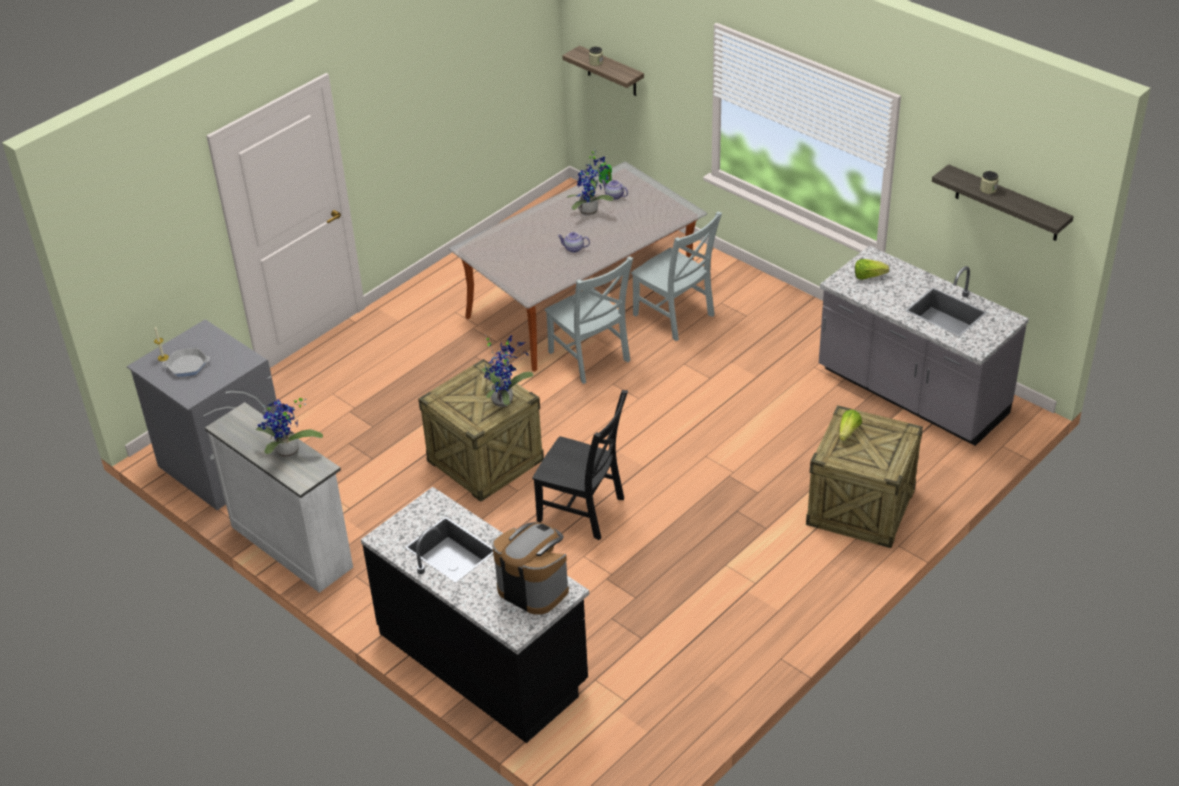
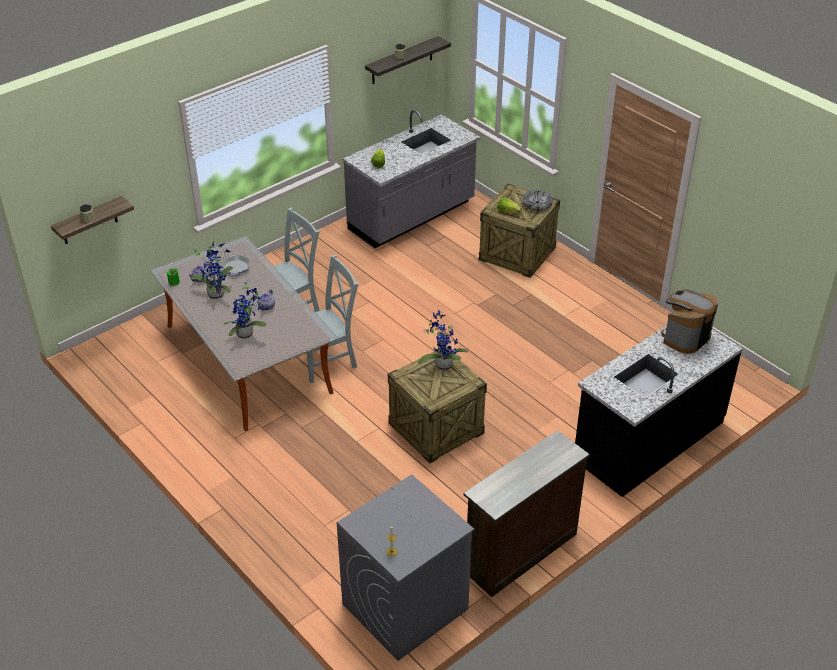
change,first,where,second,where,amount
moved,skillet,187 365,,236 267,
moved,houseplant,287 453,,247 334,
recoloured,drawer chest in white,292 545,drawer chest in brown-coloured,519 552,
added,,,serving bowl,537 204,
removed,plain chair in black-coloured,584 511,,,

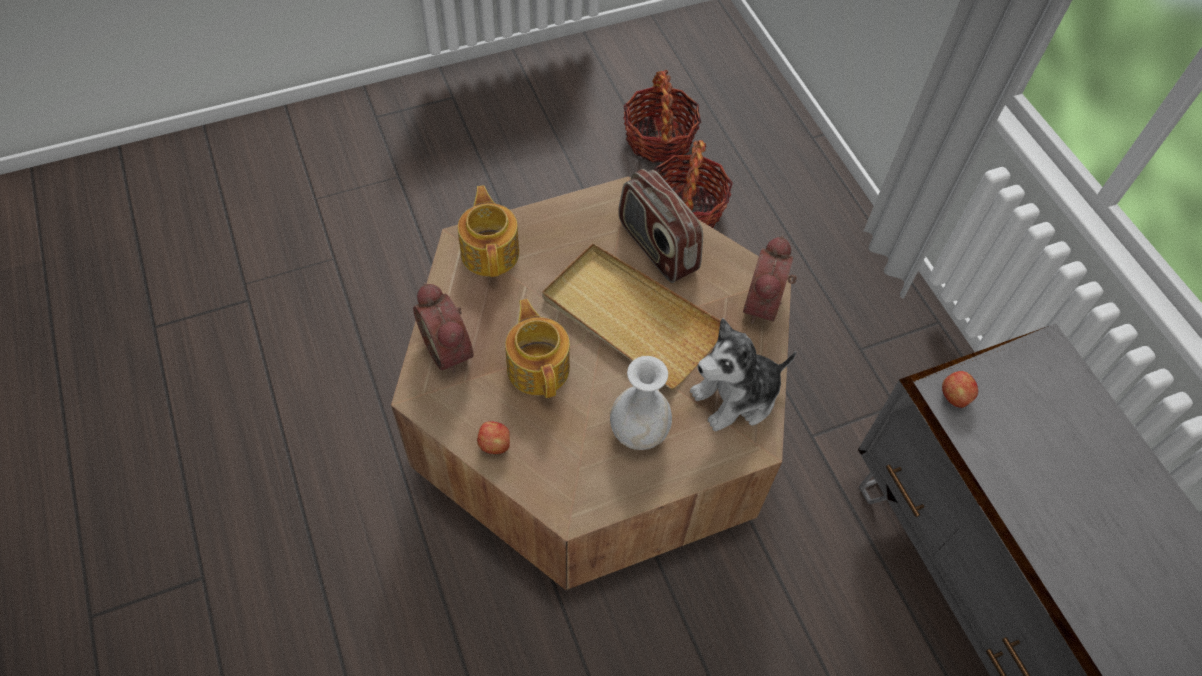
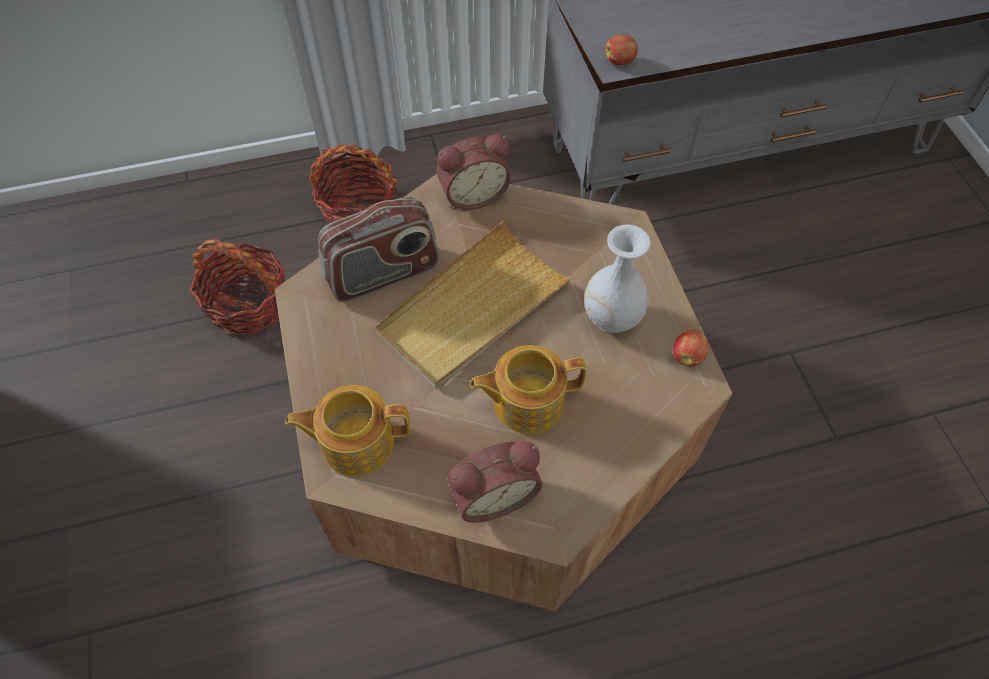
change,first,where,second,where,amount
moved,household basket,659 139,,358 209,
turned,alarm clock,766 305,,473 194,45 degrees counterclockwise
moved,apple fruit,495 445,,687 356,
removed,plush toy,736 397,,,

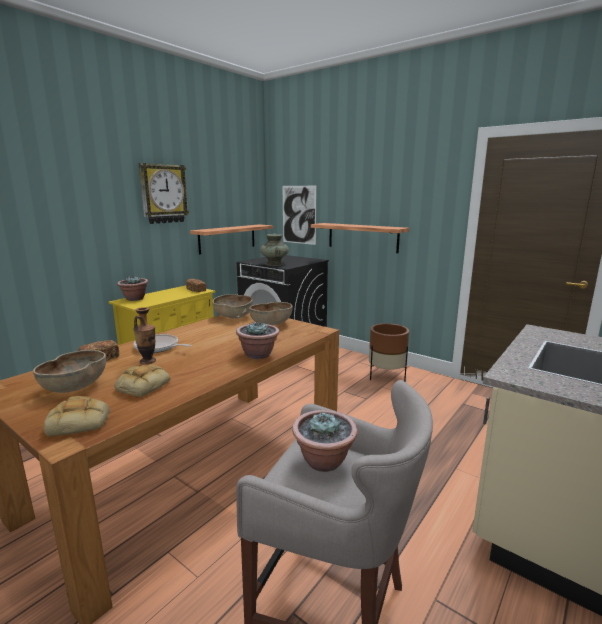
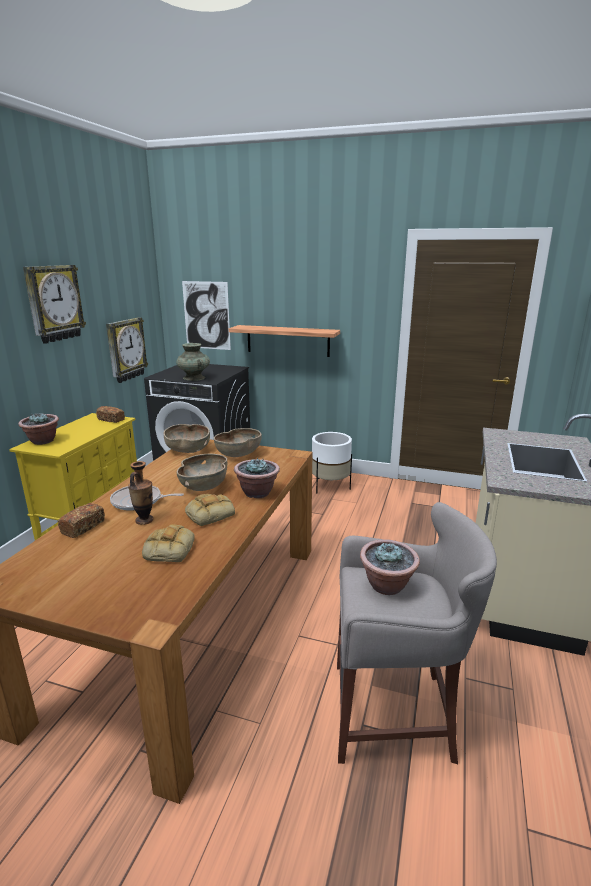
change,first,where,second,where,amount
replaced,wall shelf,227 238,hanging clock,125 349,
moved,serving bowl in brown-coloured,75 387,,204 486,
moved,bread,80 422,,210 514,
recoloured,flower pot in brown-coloured,386 376,flower pot in white,330 487,

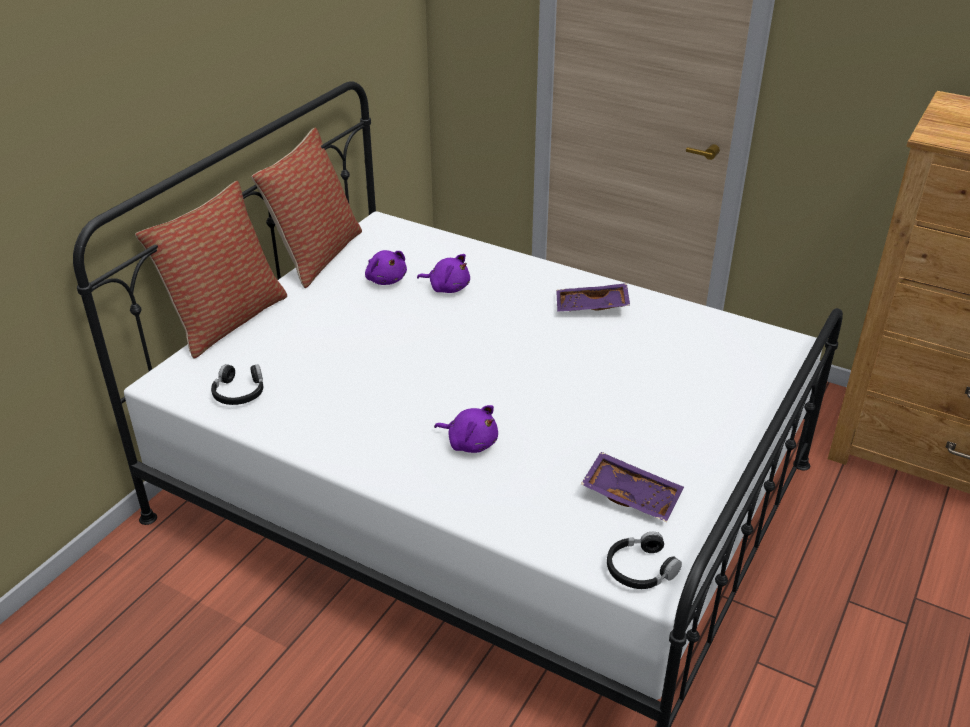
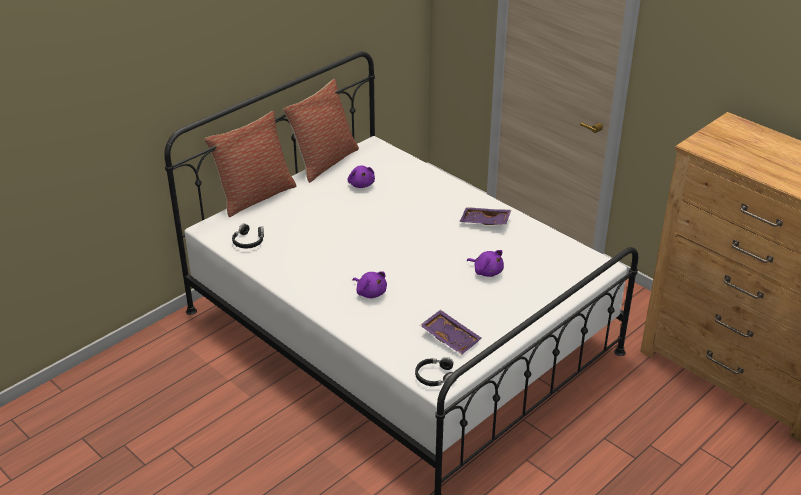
change,first,where,second,where,amount
moved,plush toy in purple-coloured,447 287,,487 271,

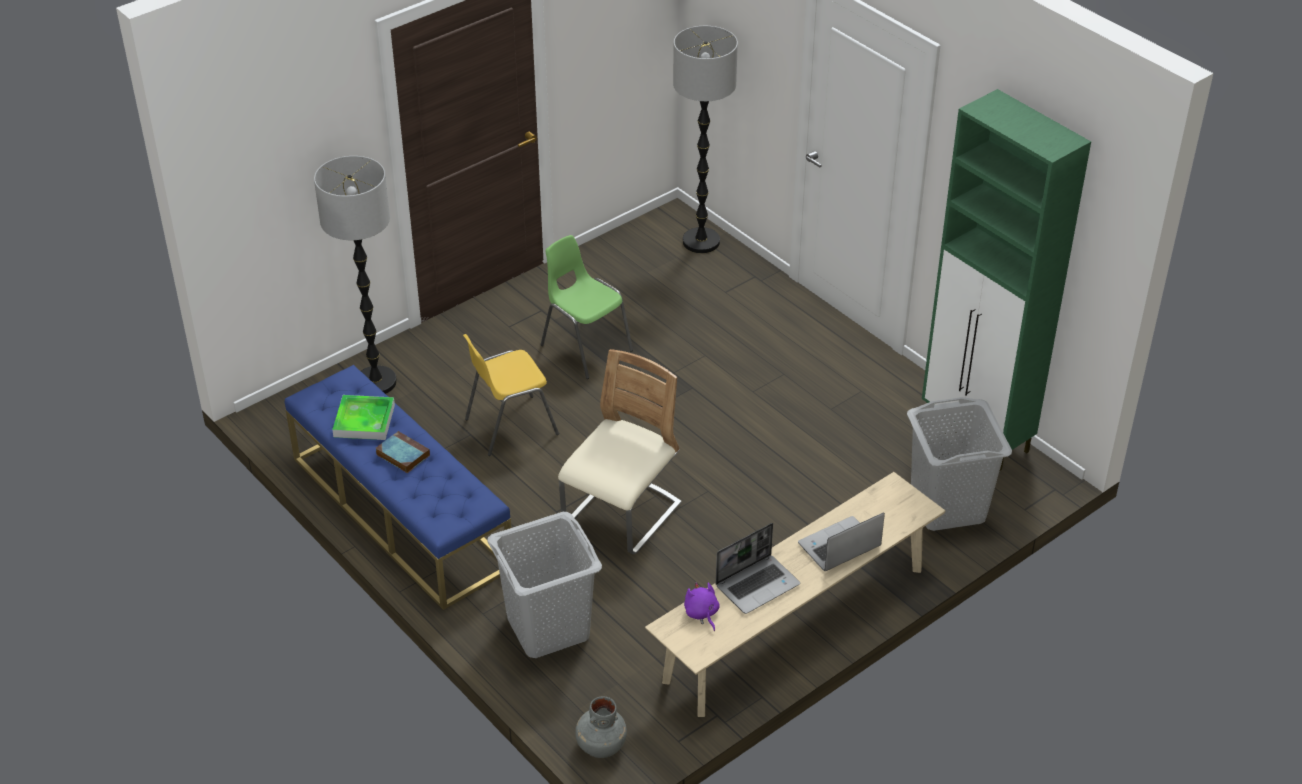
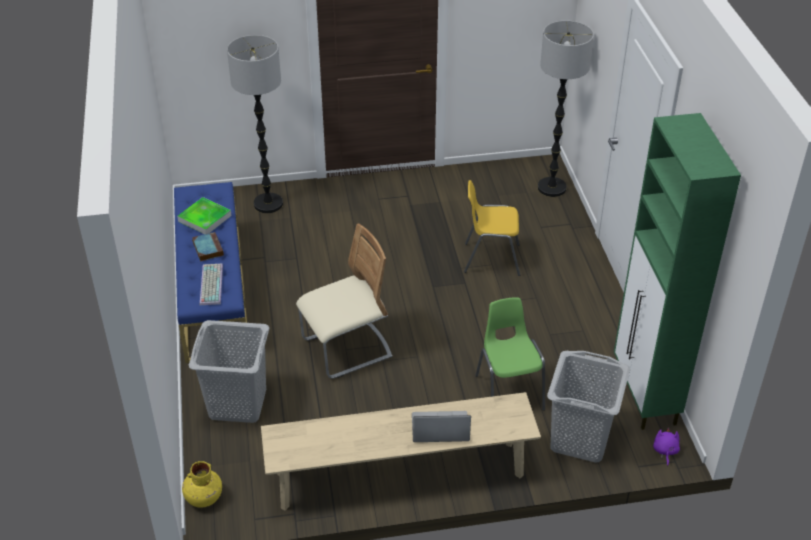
change,first,where,second,where,amount
recoloured,decorative vase in grey,600 745,decorative vase in yellow-coloured,203 497,
added,,,PC keyboard,210 284,
moved,plain chair in yellow-coloured,510 426,,491 259,
moved,plain chair in green-coloured,585 348,,508 392,
moved,plush toy in purple-coloured,702 614,,665 451,
removed,laptop,757 584,,,

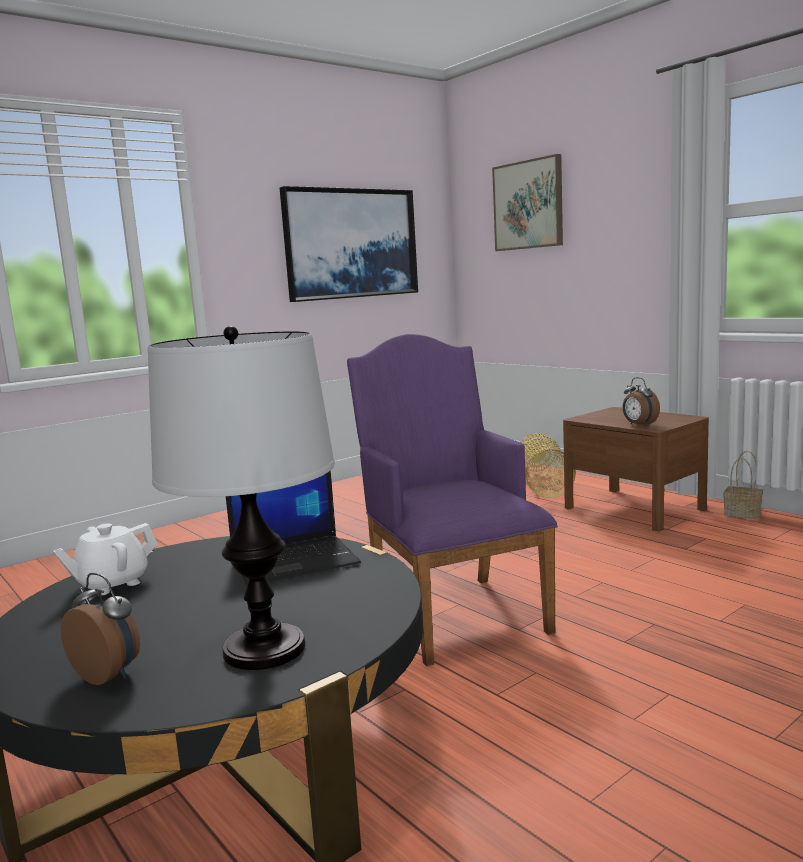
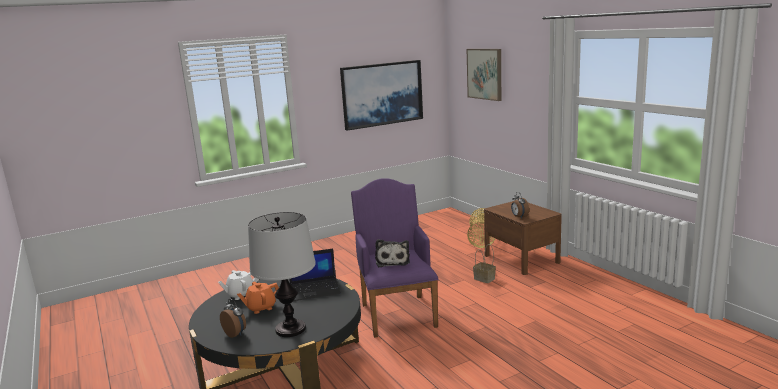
change,first,where,second,where,amount
added,,,teapot in orangey,261 308,
added,,,plush toy,392 261,
moved,household basket,743 514,,485 279,

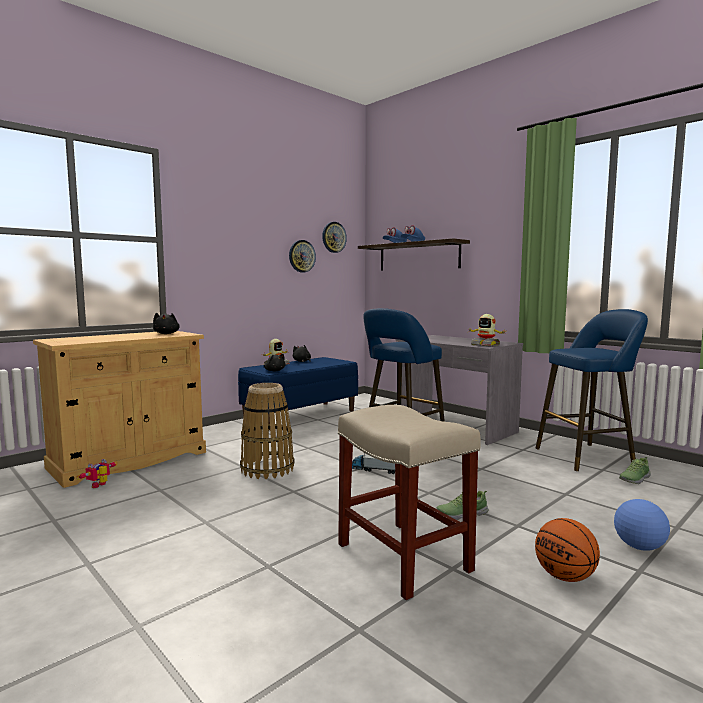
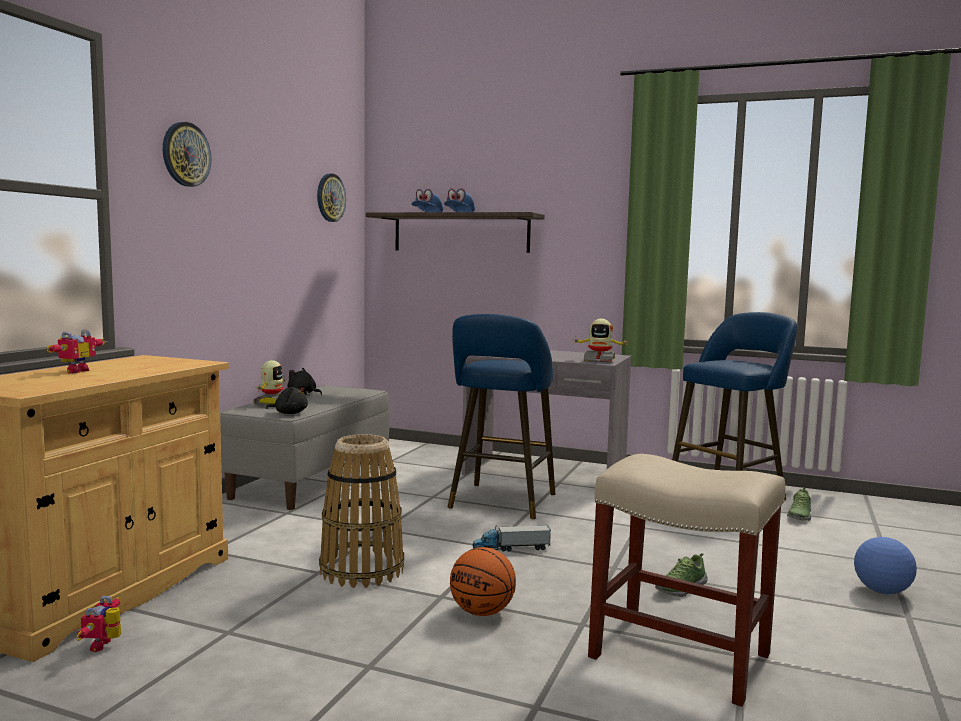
change,first,where,second,where,amount
added,,,model robot,74 371,
moved,hanging clock,301 256,,185 154,
recoloured,bench in blue,300 415,bench in grey,310 480,
moved,basketball ball,565 576,,482 612,
removed,plush toy in black-coloured,166 334,,,

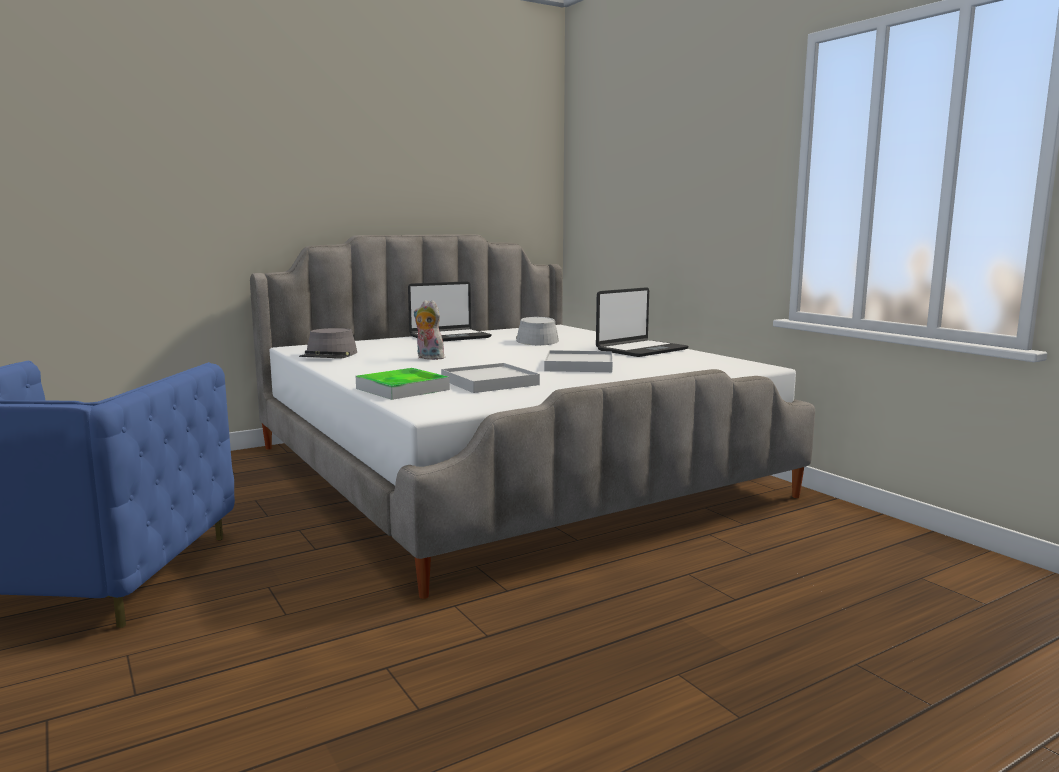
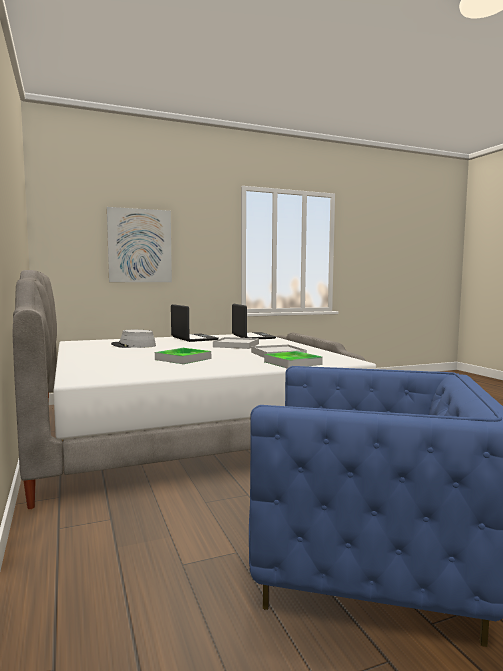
change,first,where,second,where,amount
added,,,wall picture,140 245,
replaced,plush toy,428 358,serving tray,183 359,
moved,laptop,449 337,,252 337,
removed,wearable hat in grey,329 355,,,

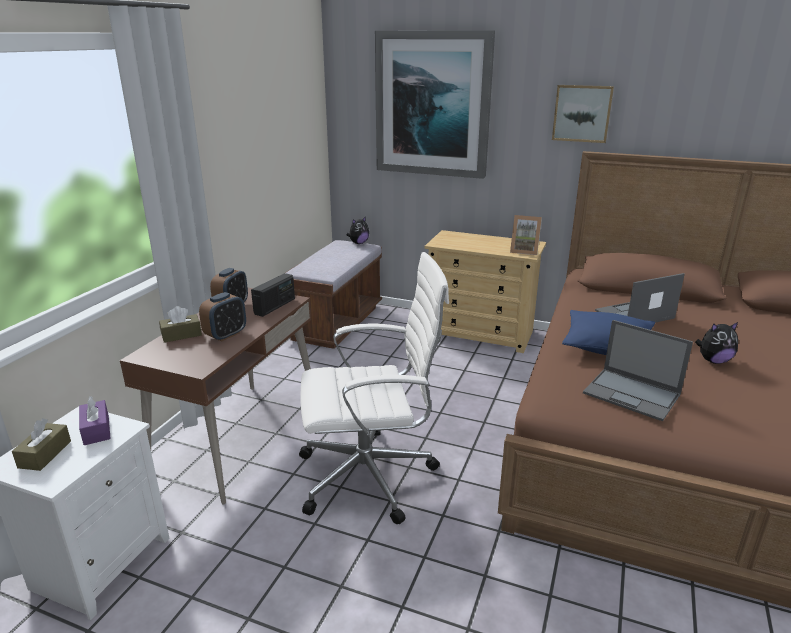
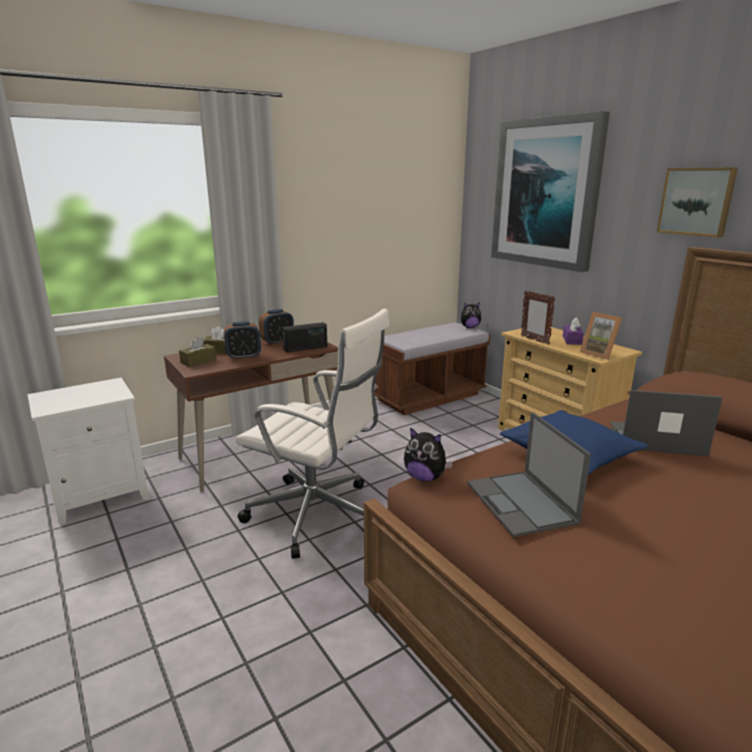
change,first,where,second,where,amount
moved,tissue box in brown-coloured,45 454,,198 361,
moved,plush toy,713 360,,425 477,
added,,,standing frame,534 340,
moved,tissue box in purple-coloured,96 430,,572 340,

